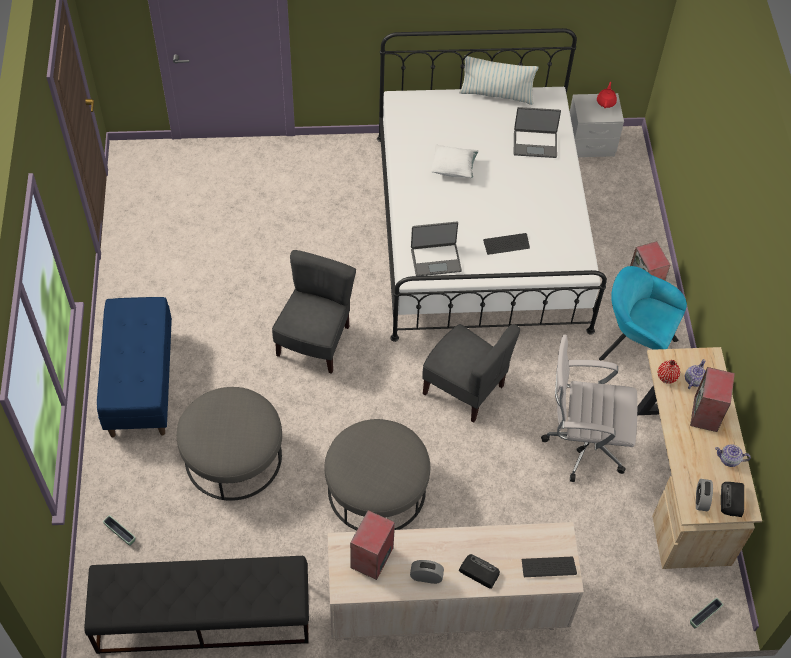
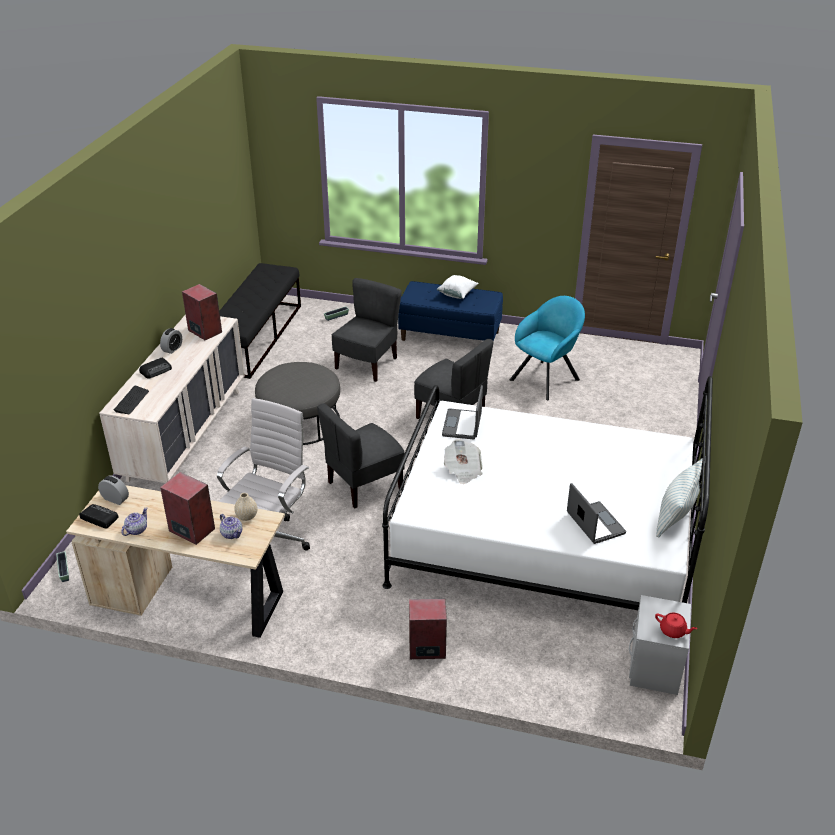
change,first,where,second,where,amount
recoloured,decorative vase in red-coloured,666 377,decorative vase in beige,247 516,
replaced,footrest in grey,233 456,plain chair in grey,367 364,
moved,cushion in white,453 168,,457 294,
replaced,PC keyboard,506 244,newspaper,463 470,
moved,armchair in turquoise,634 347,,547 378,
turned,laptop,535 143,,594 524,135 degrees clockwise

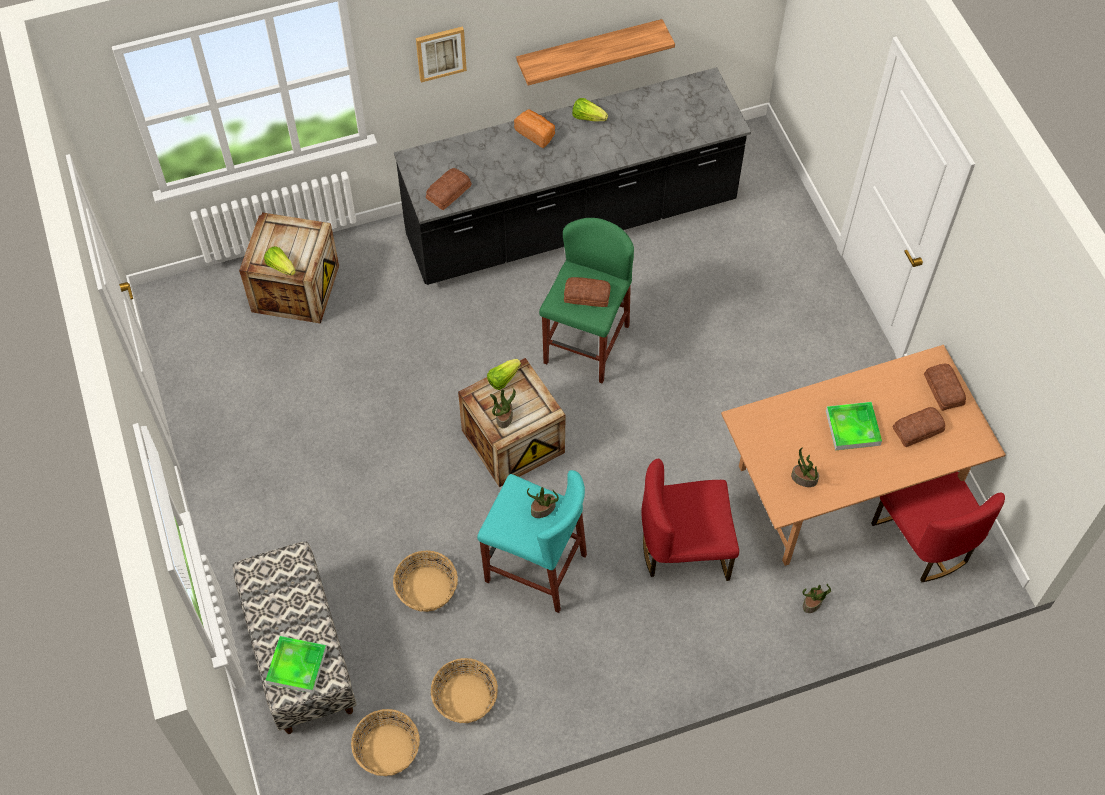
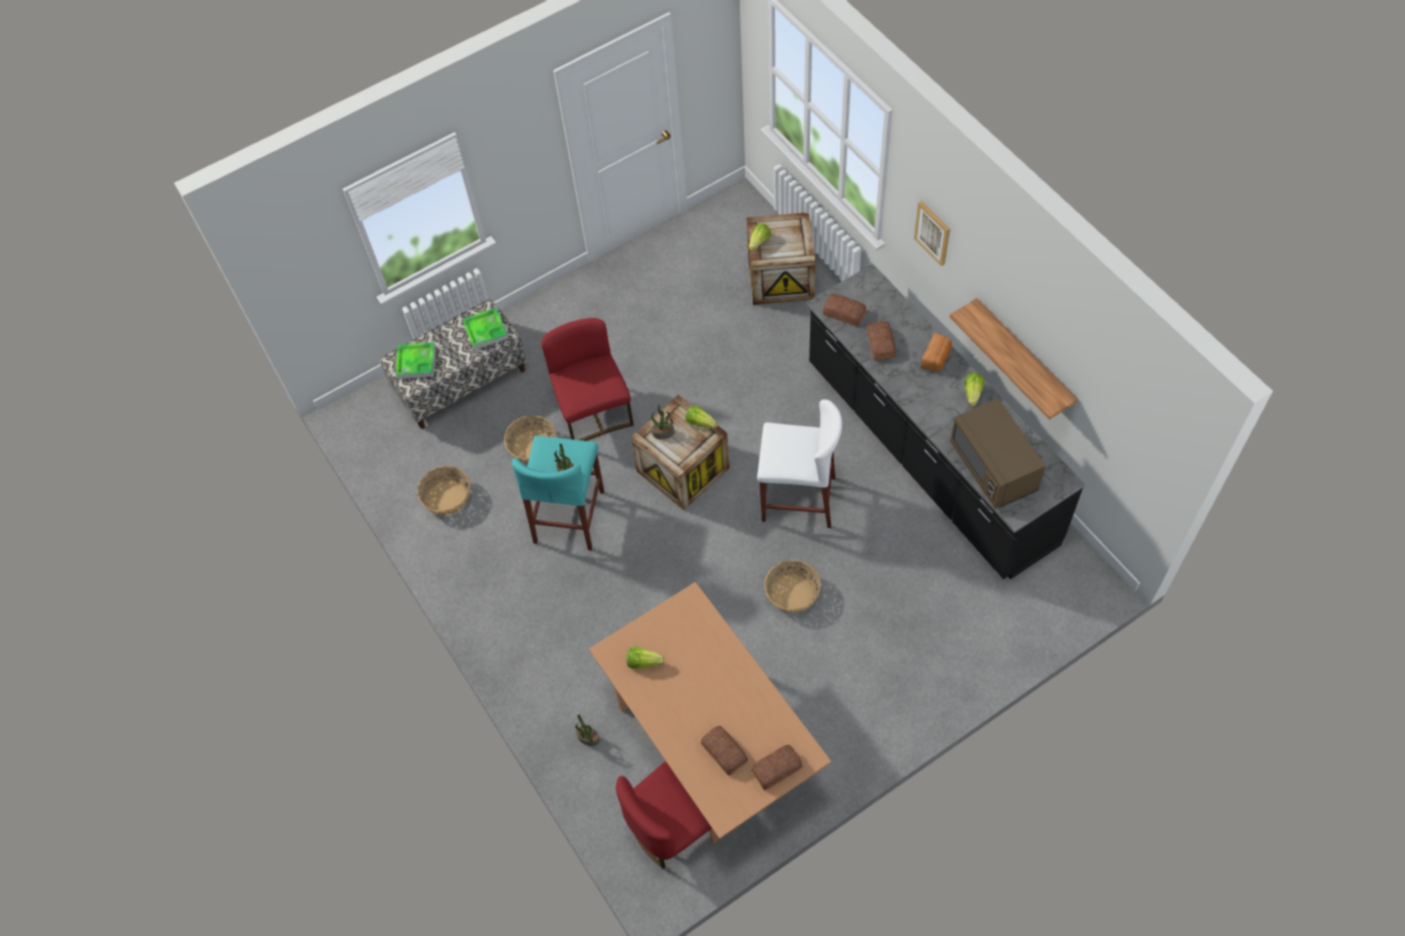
change,first,where,second,where,amount
moved,serving tray,852 428,,486 330,
moved,plain chair in red-coloured,684 548,,593 411,
replaced,houseplant,803 479,lettuce head,643 662,
recoloured,stool in green-coloured,586 344,stool in white,798 499,
moved,household basket,387 749,,792 593,
moved,bread,587 296,,880 344,
added,,,microwave in brown-coloured,994 467,

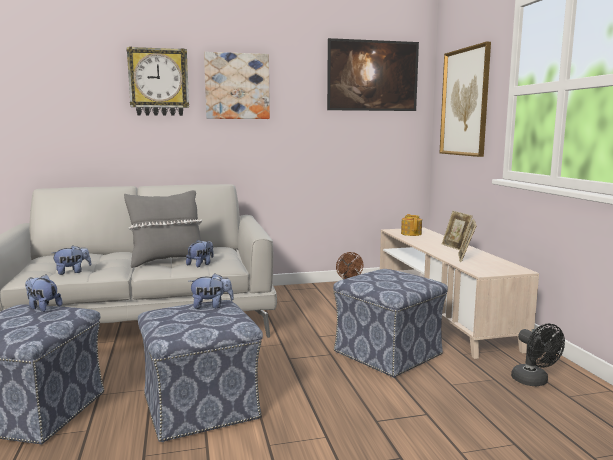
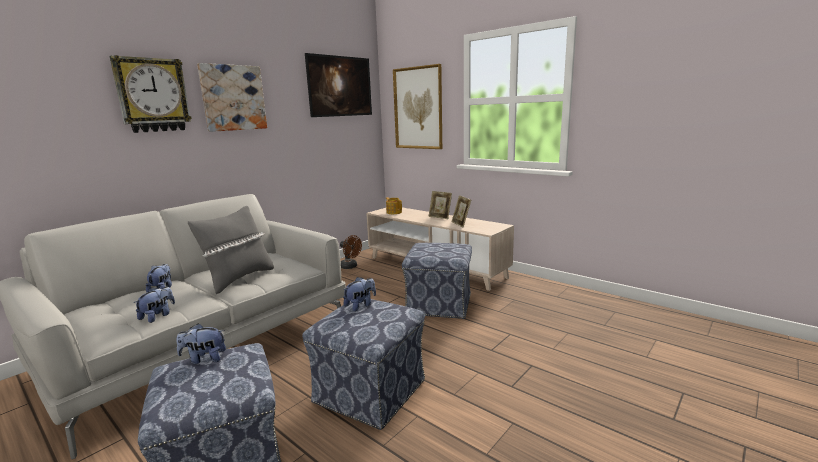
change,first,where,second,where,amount
moved,plush toy,201 264,,162 289,
removed,cooling fan in black-coloured,534 382,,,

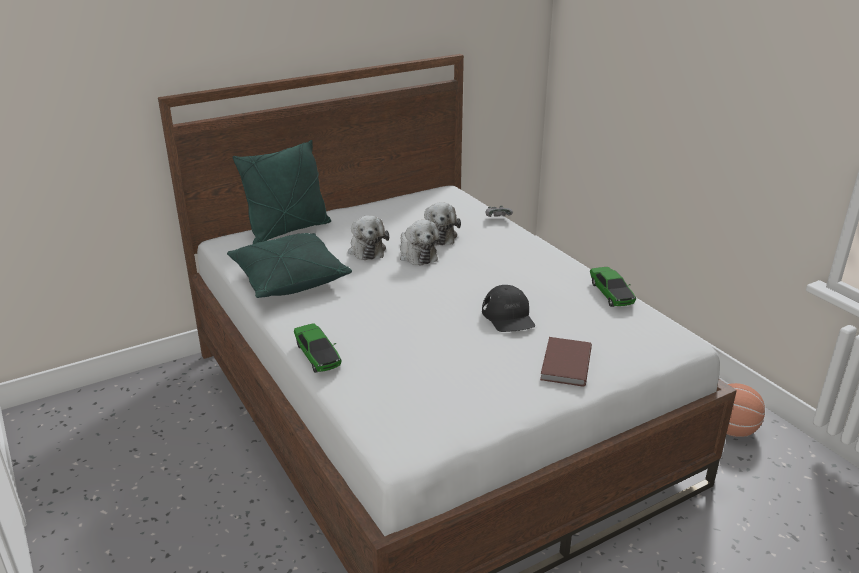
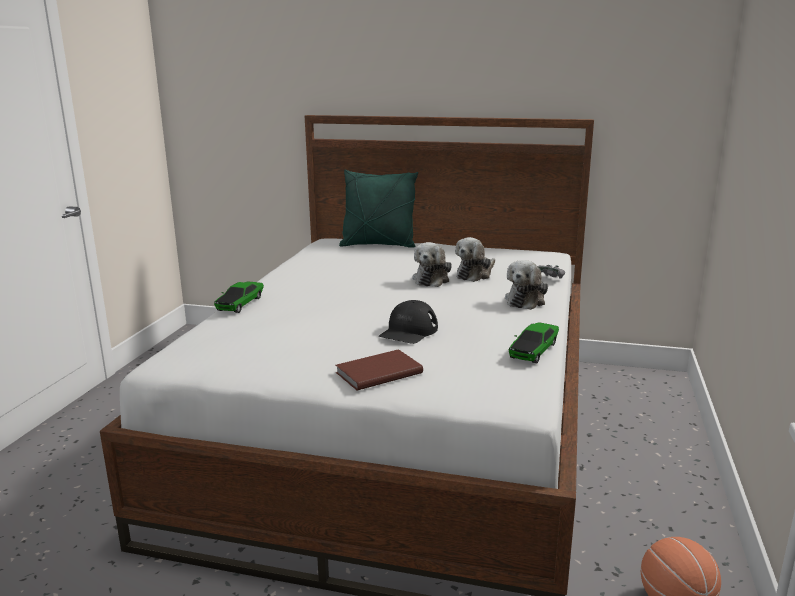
change,first,where,second,where,amount
moved,plush toy,366 249,,526 300,
removed,cushion in green-coloured,289 279,,,

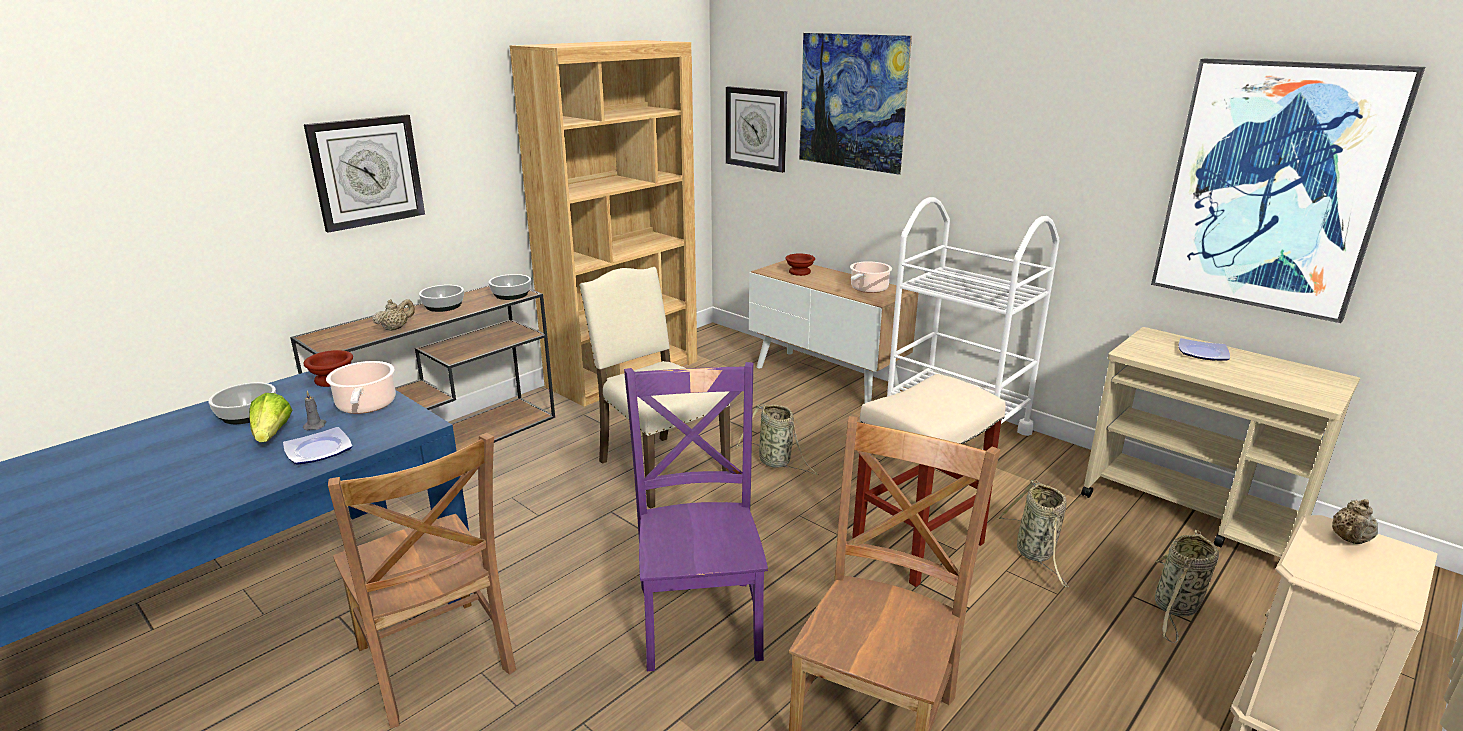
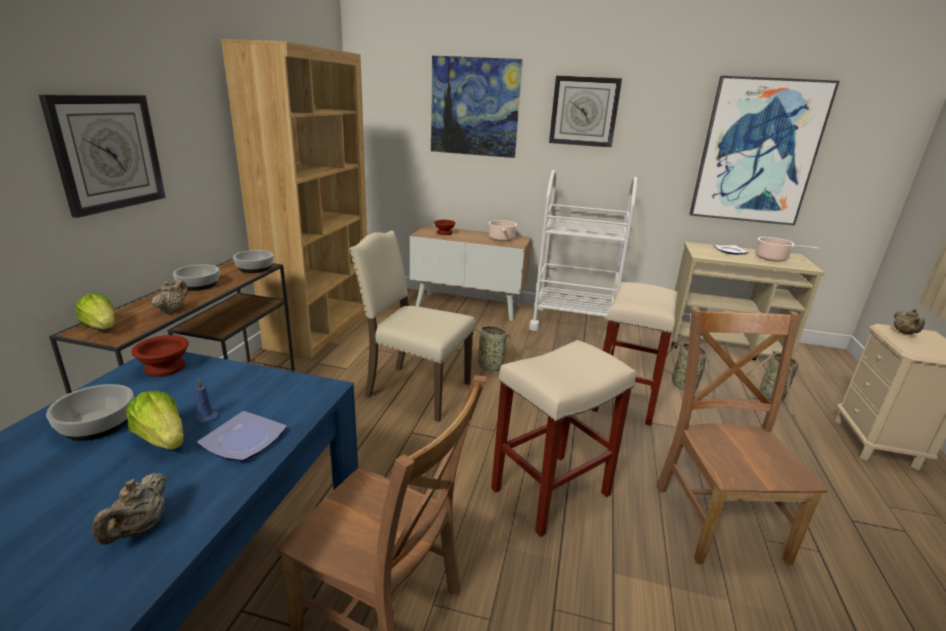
change,first,where,second,where,amount
added,,,lettuce head,101 327,
added,,,teapot in beige,140 528,
recoloured,wax light in grey,315 425,wax light in blue,205 416,
replaced,plain chair in purple-coloured,700 617,stool in beige,551 491,
moved,hanging clock,756 128,,584 111,
moved,cooking pot,366 406,,773 258,

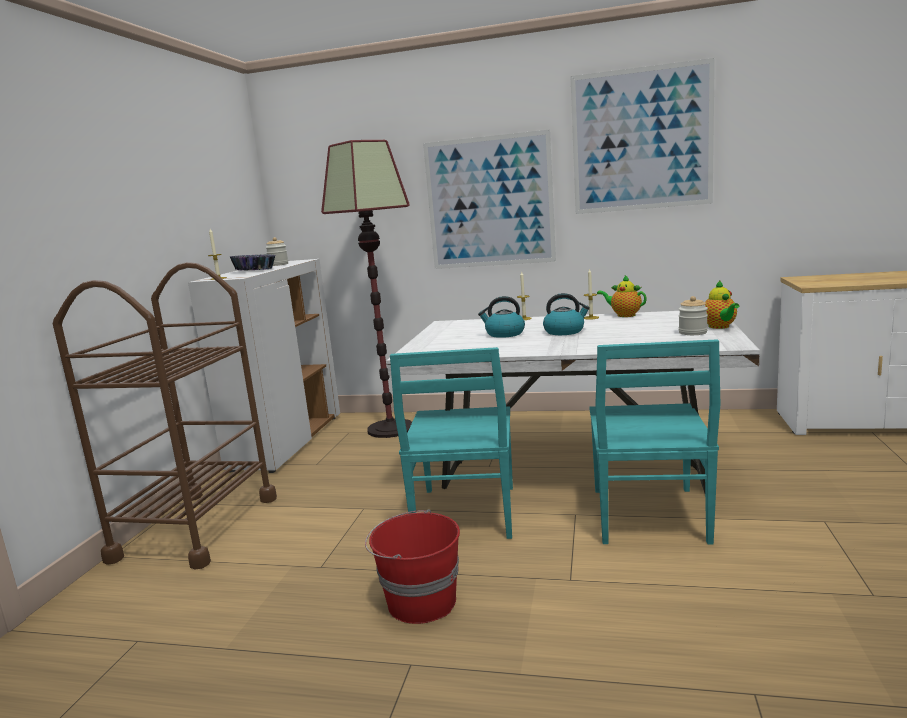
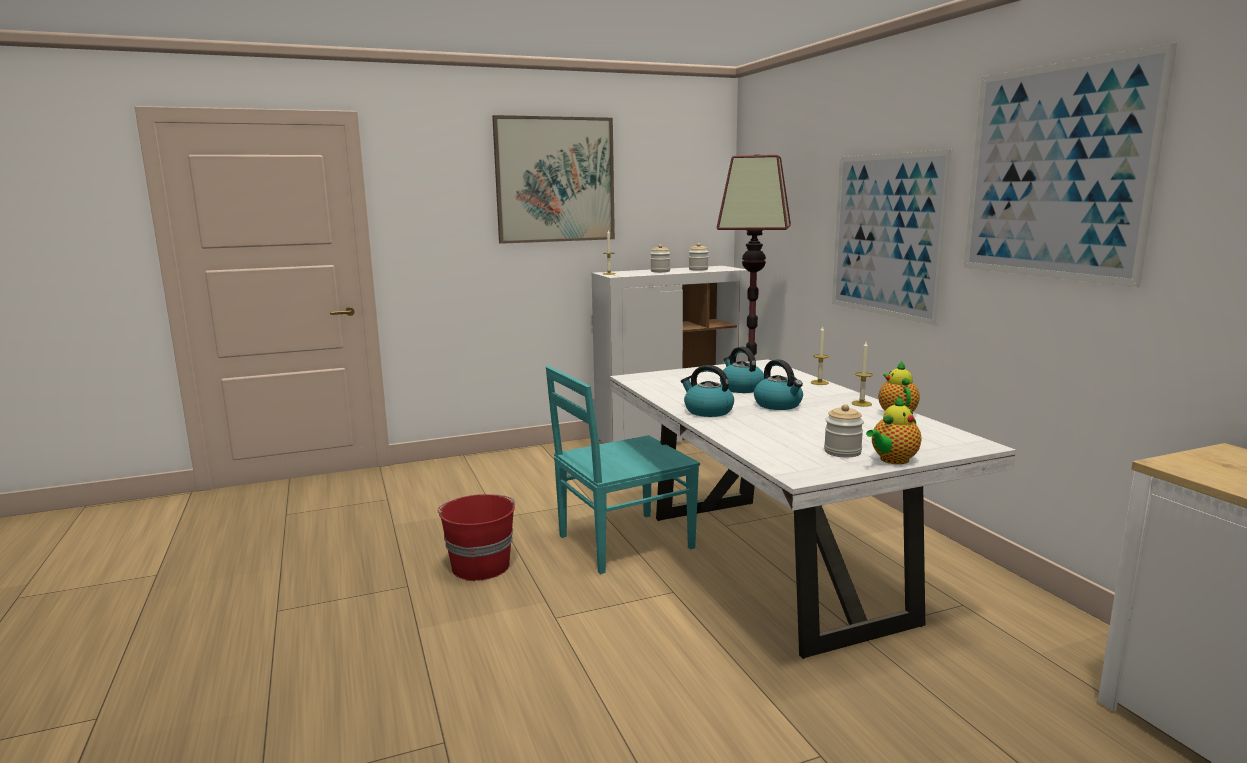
change,first,where,second,where,amount
added,,,wall picture,555 180,
replaced,serving bowl,255 270,preserve jar,660 271,
added,,,kettle,707 411,
removed,cart in brown-coloured,196 527,,,
removed,plain chair in turquoise,648 516,,,

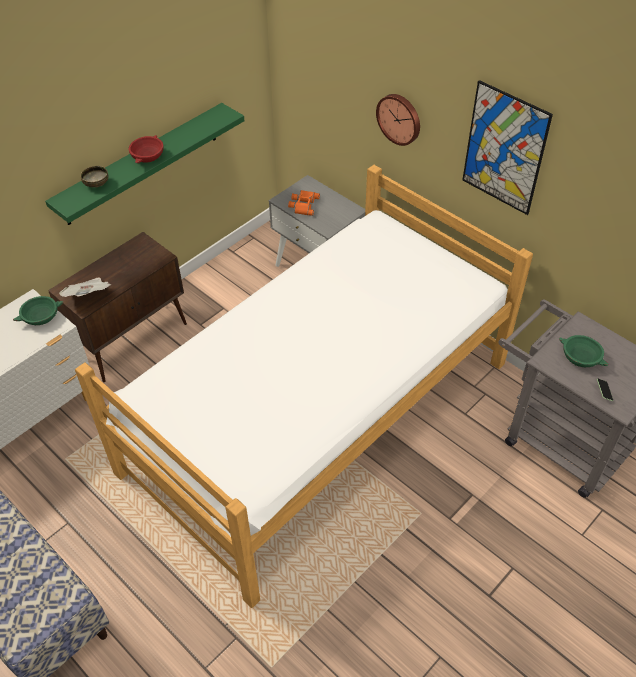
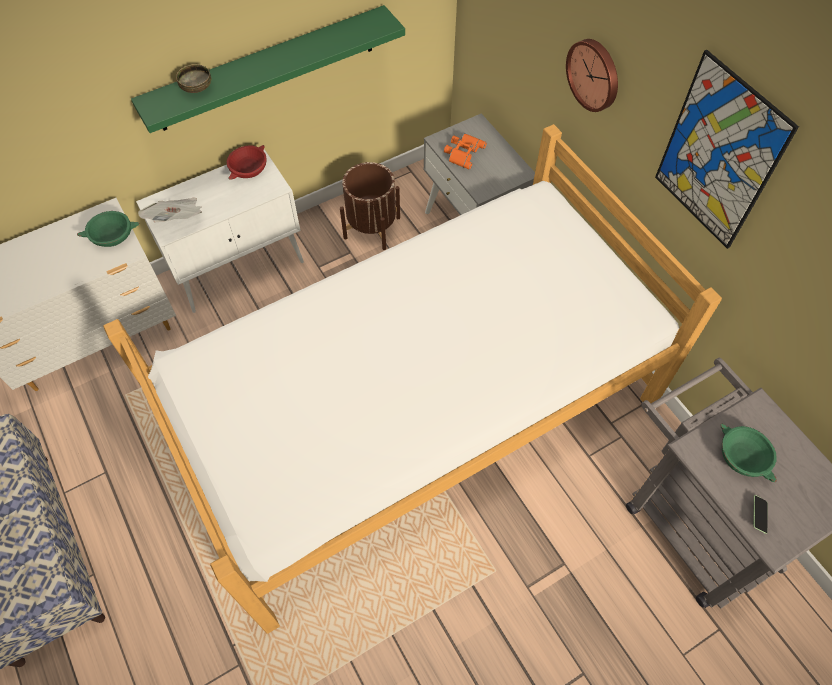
change,first,where,second,where,amount
recoloured,cupboard in brown-coloured,133 339,cupboard in white,240 268,
moved,serving bowl in red-coloured,147 156,,248 169,
added,,,flower pot in brown-coloured,372 227,

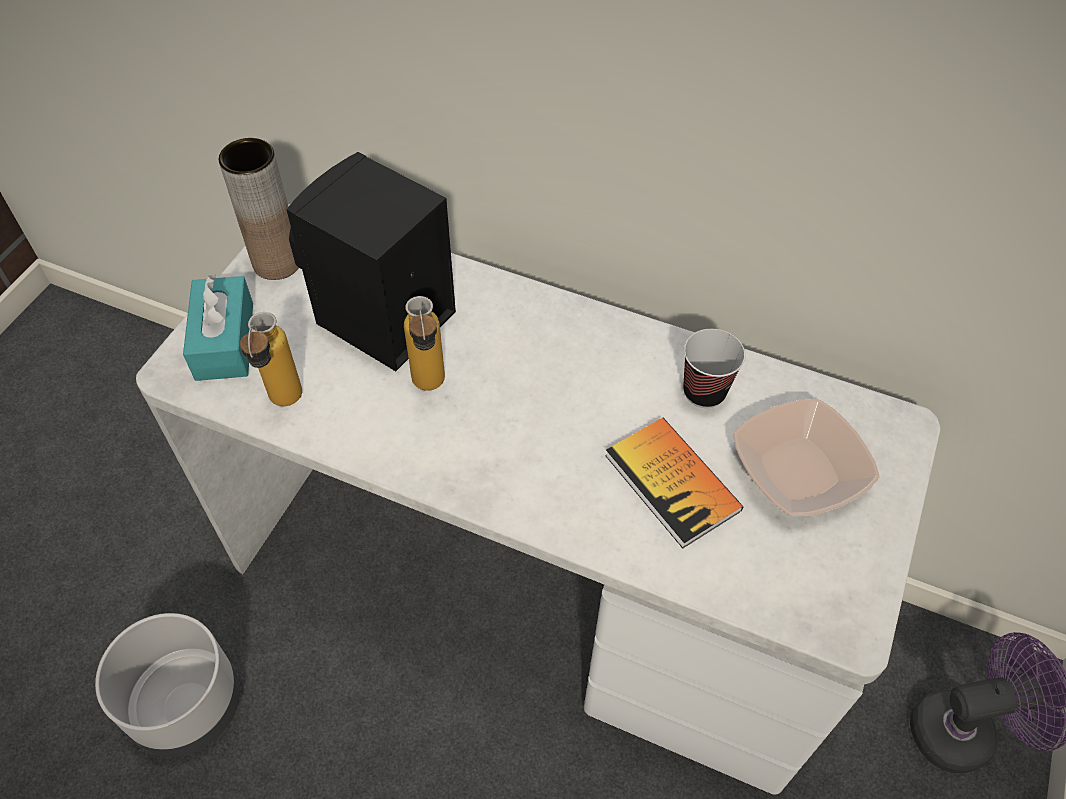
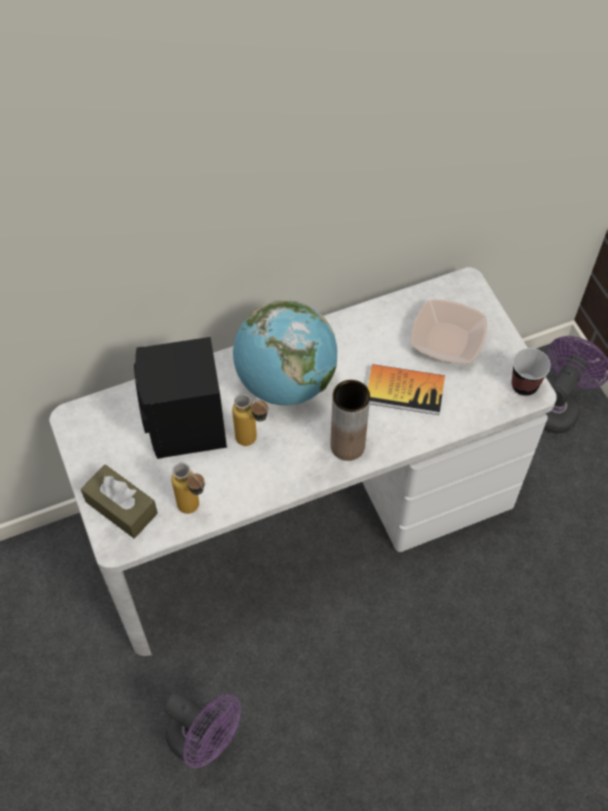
change,first,where,second,where,amount
recoloured,tissue box in turquoise,225 341,tissue box in brown-coloured,121 507,
replaced,flower pot in grey,188 704,cooling fan in purple-coloured,204 739,
added,,,world globe,285 382,
moved,decorative vase in brown-coloured,277 262,,347 446,
moved,small cup,704 392,,524 385,

